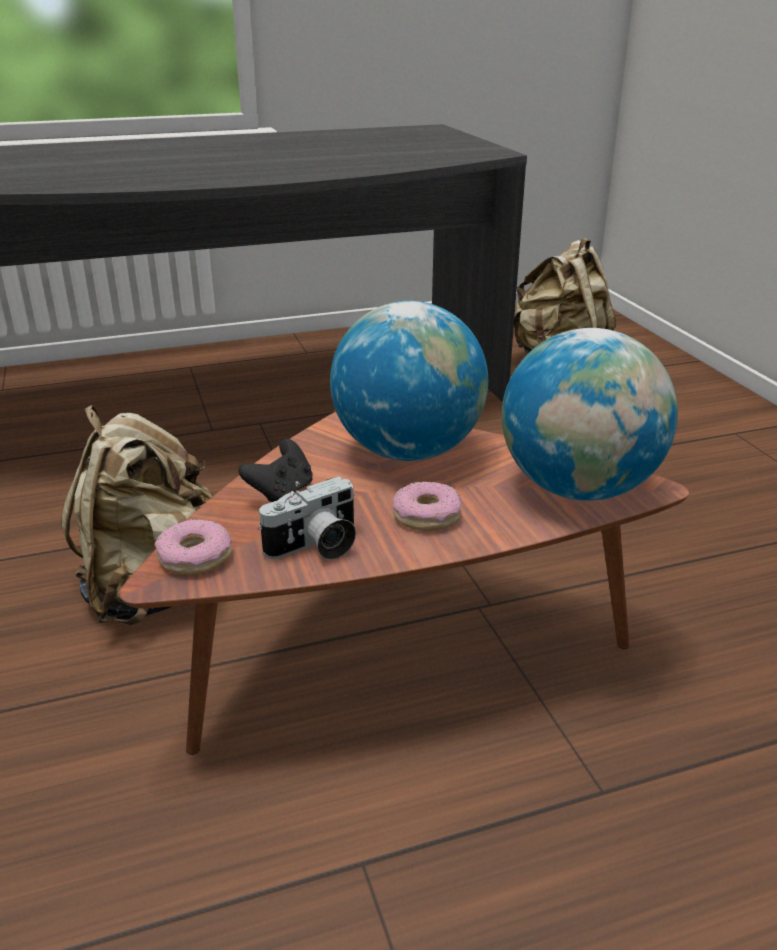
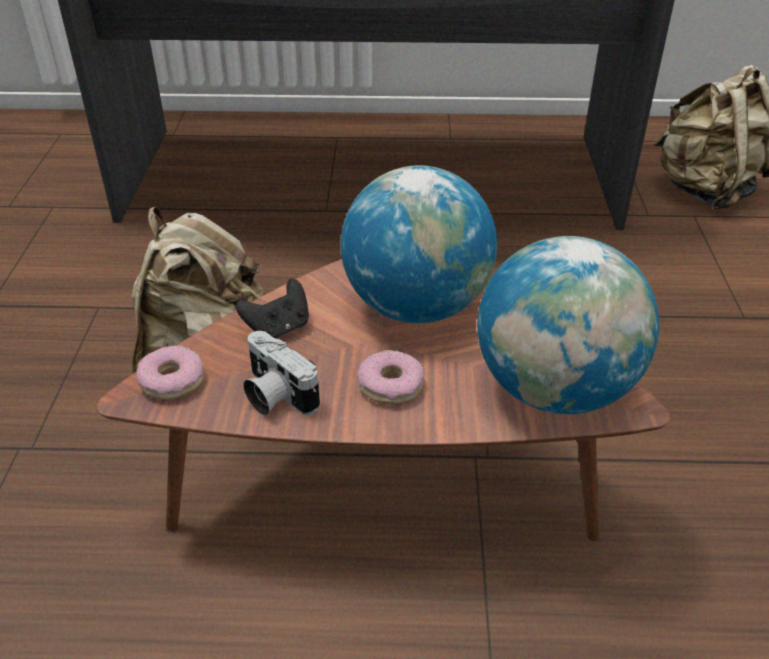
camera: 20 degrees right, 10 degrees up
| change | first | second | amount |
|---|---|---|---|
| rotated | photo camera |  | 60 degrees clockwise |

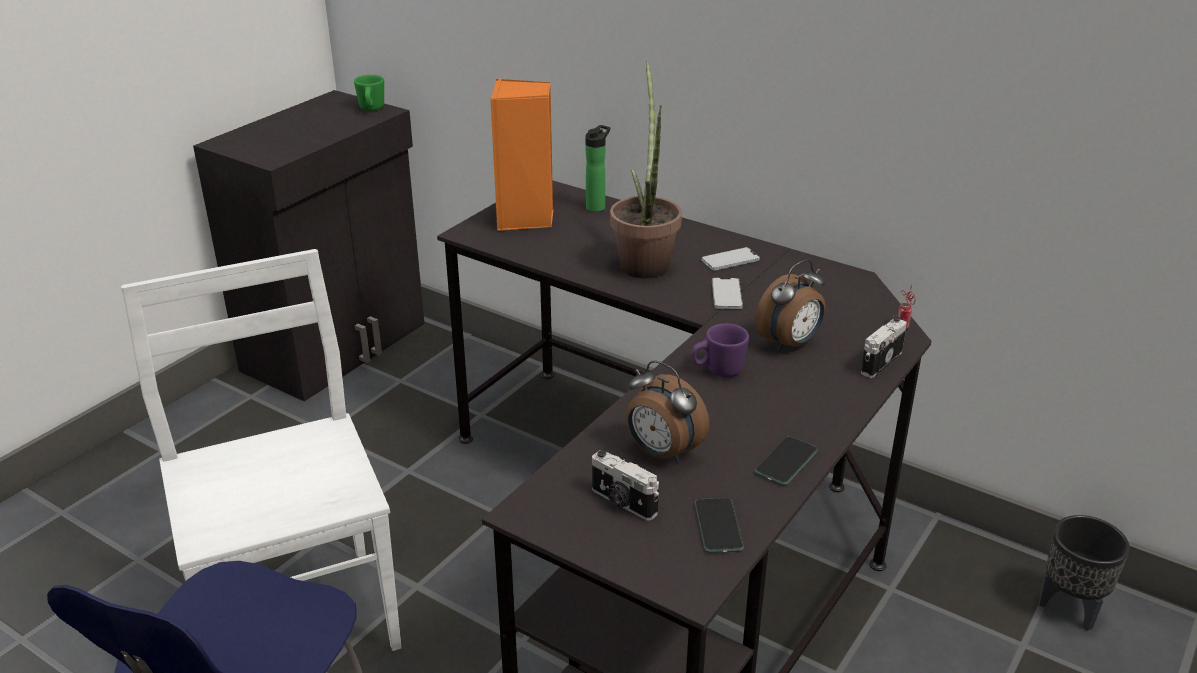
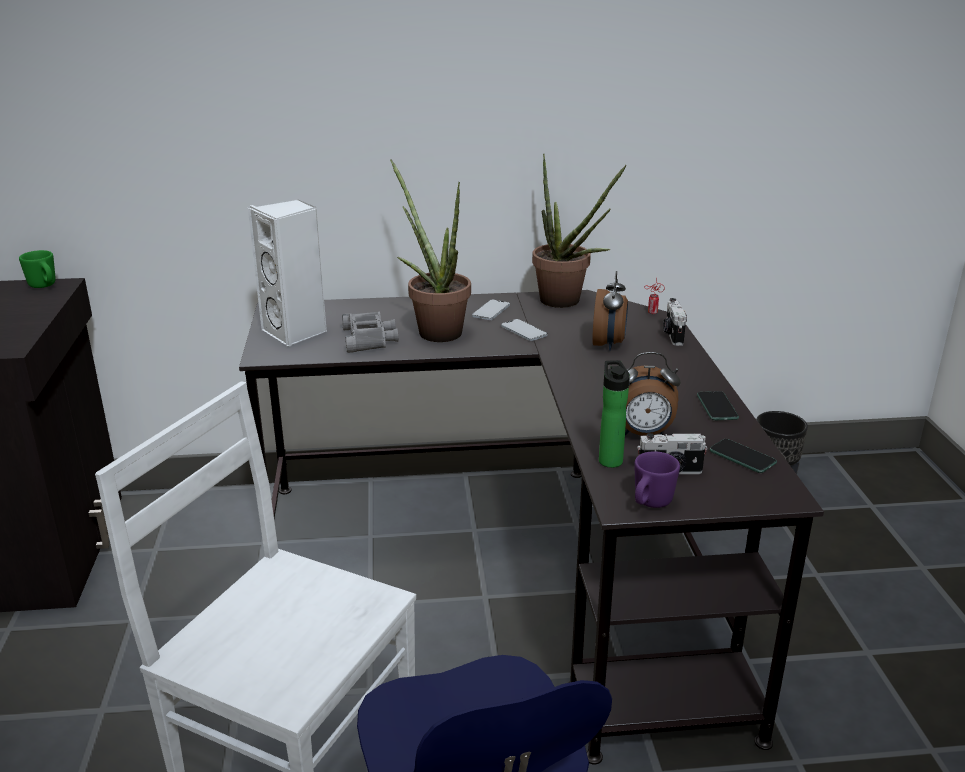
camera: 40 degrees left, 5 degrees down
| change | first | second | amount |
|---|---|---|---|
| repainted | speaker/orange | speaker/white |  |
| shifted | bottle |  |  |
| shifted | mug/purple |  |  |
| new |  | potted plant (no. 2 from left) |  |
| new |  | binoculars/grey |  |

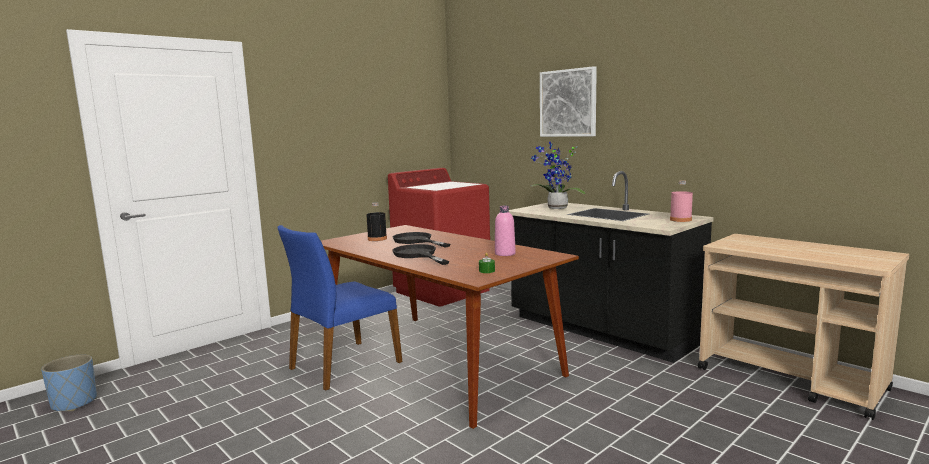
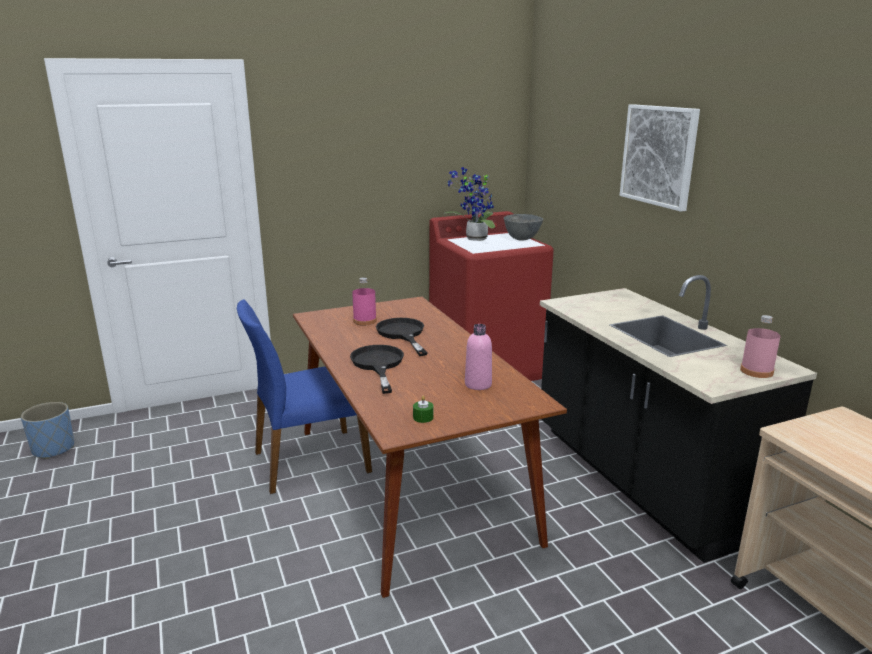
camera: 20 degrees right, 10 degrees up
| change | first | second | amount |
|---|---|---|---|
| shifted | potted plant |  |  |
| repainted | bottle/black | bottle/pink (no. 1 from left) |  |
| new |  | bowl/grey |  |

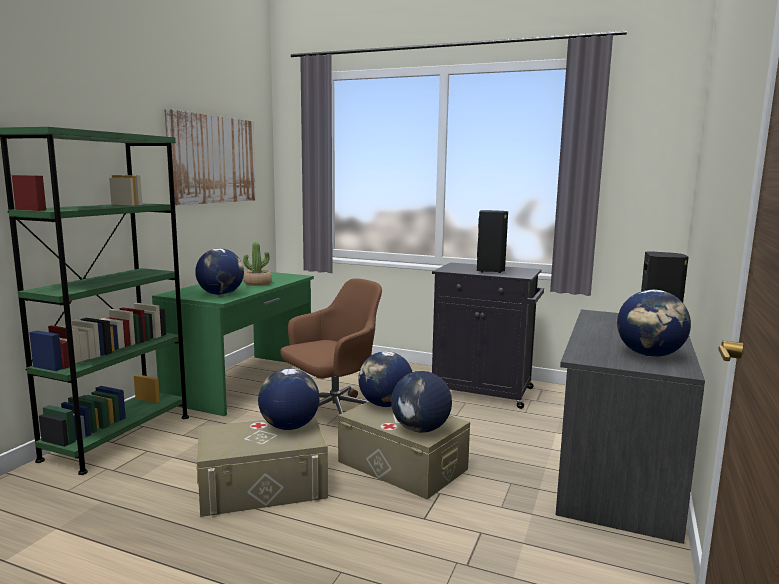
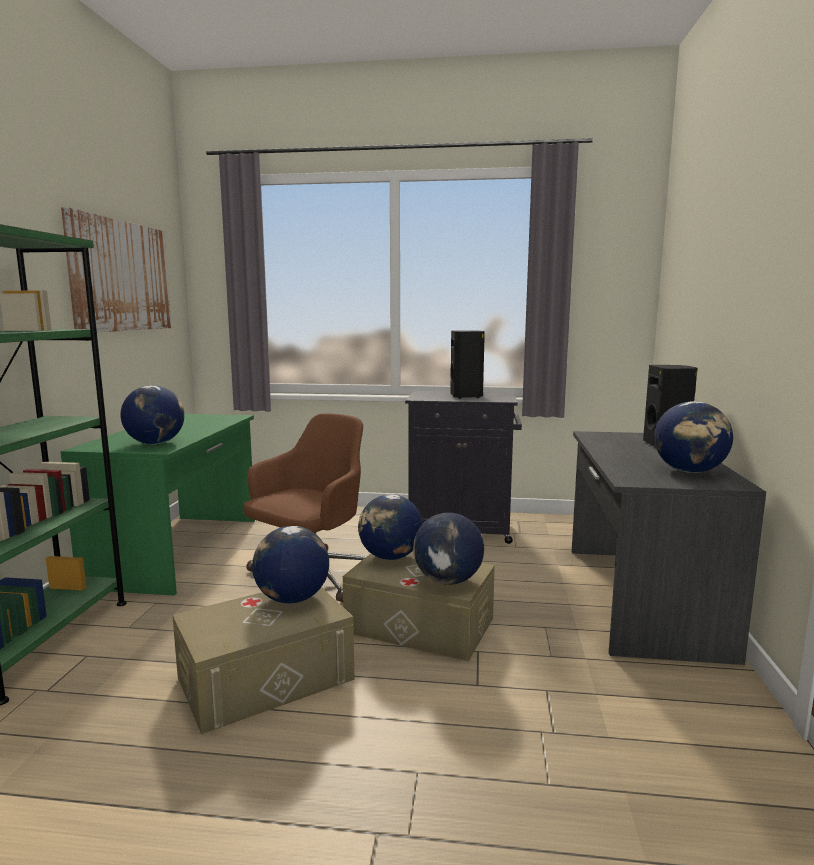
camera: 15 degrees left, 0 degrees up
| change | first | second | amount |
|---|---|---|---|
| gone | potted plant |  |  |

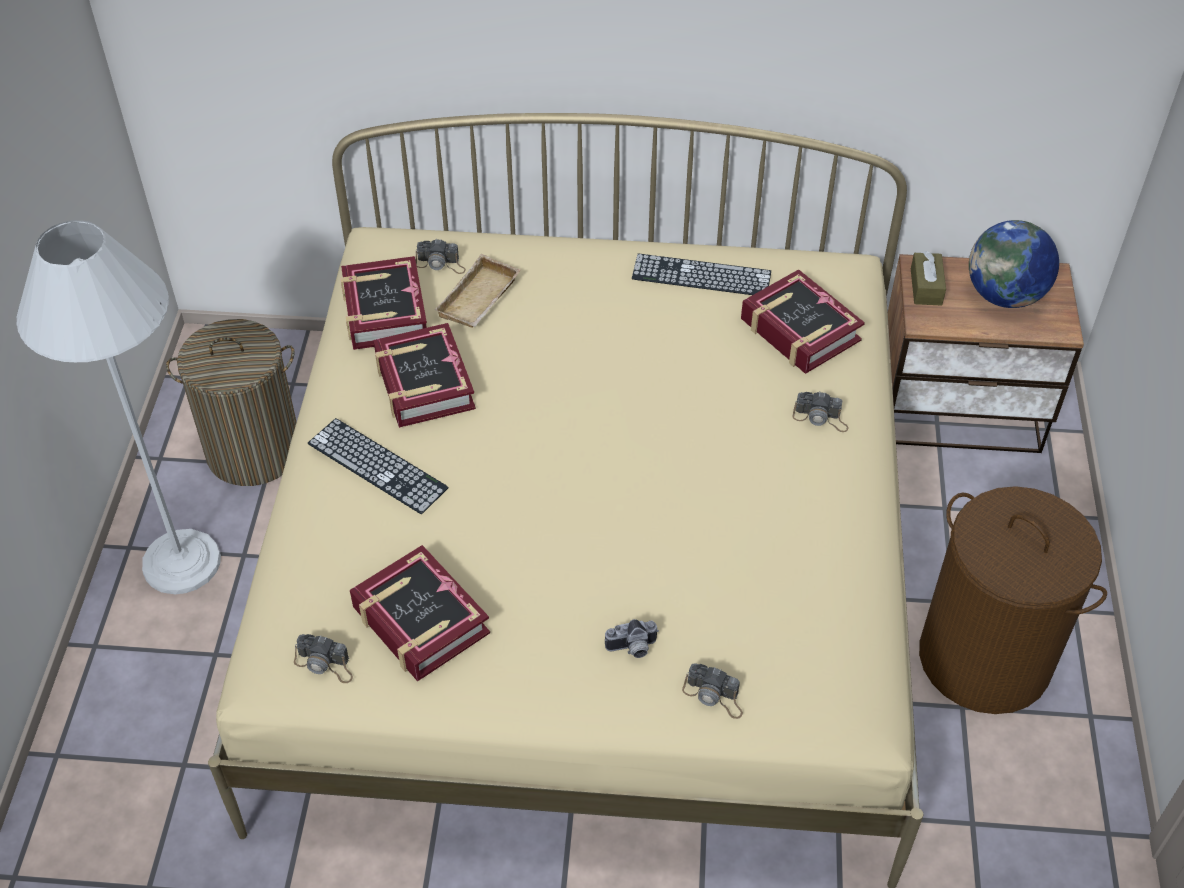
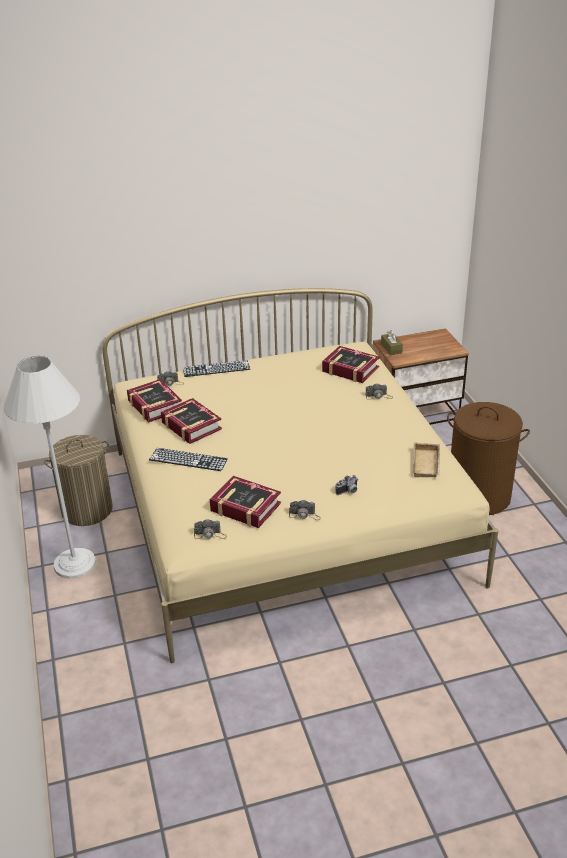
camera: 20 degrees left, 15 degrees down
| change | first | second | amount |
|---|---|---|---|
| gone | globe |  |  |
| shifted | tray/beige |  |  |
| shifted | keyboard (no. 2 from left) |  |  |
| shifted | photo camera (no. 4 from left in the first image) | photo camera (no. 3 from left) |  |

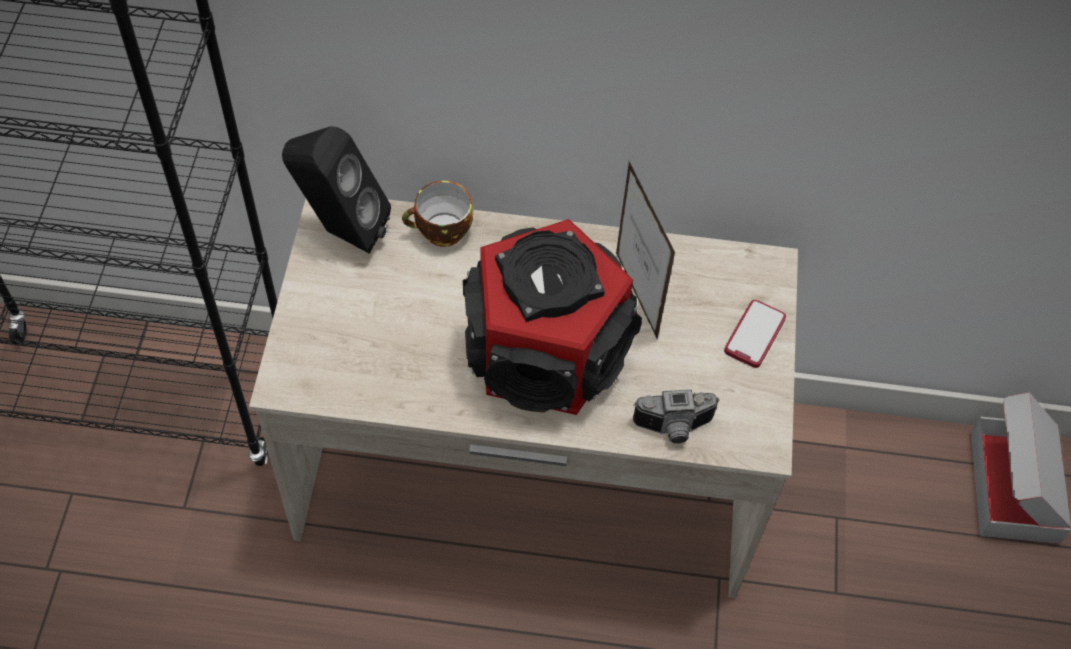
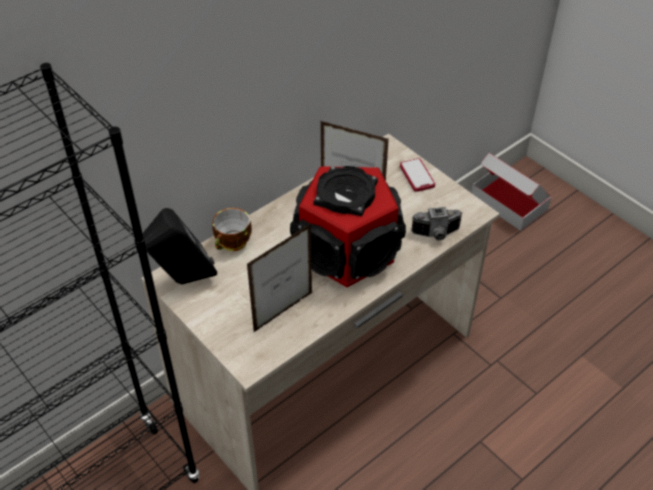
camera: 45 degrees left, 10 degrees down
| change | first | second | amount |
|---|---|---|---|
| rotated | photo camera |  | 45 degrees clockwise |
| new |  | picture frame (no. 1 from left) |  |

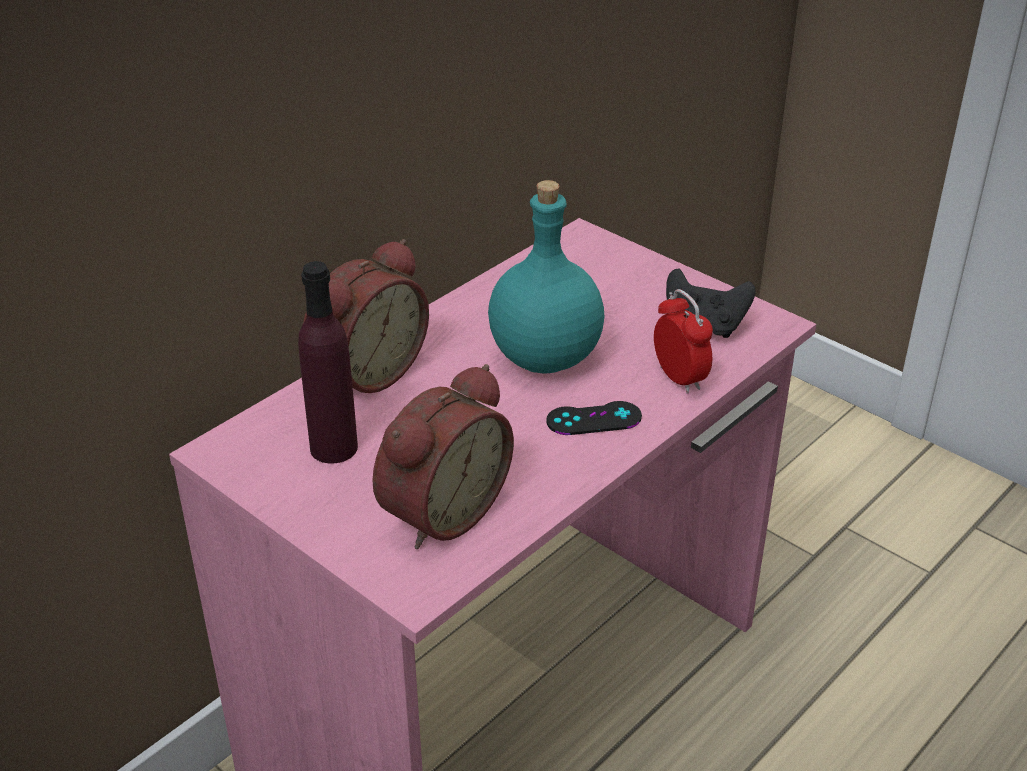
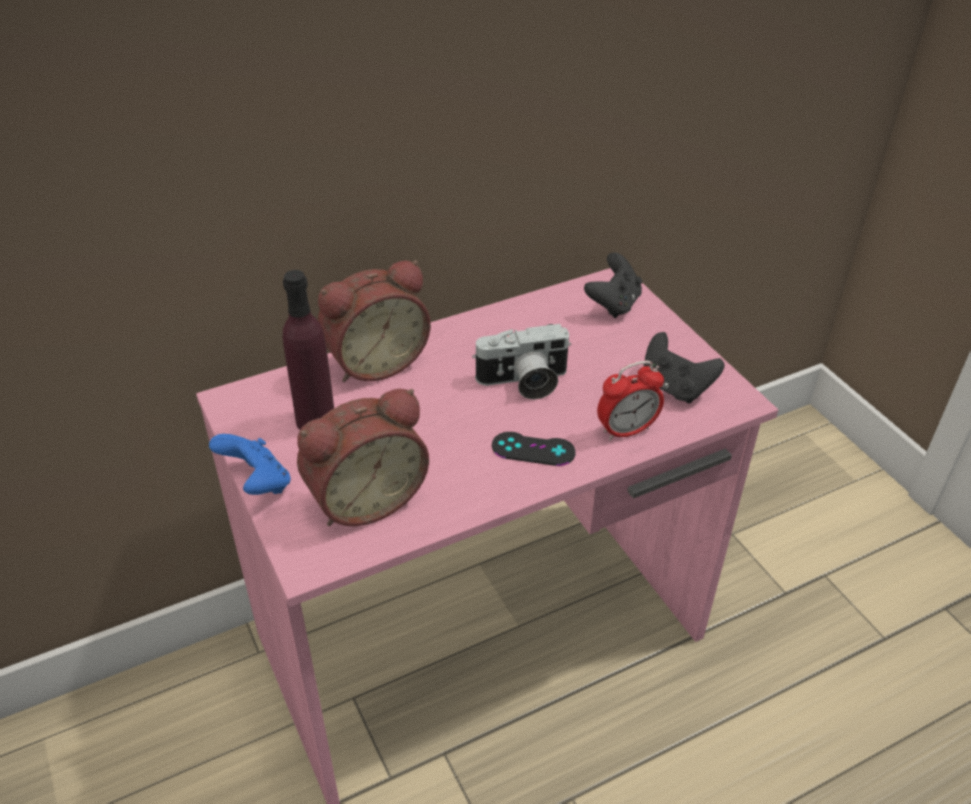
camera: 20 degrees right, 5 degrees up
| change | first | second | amount |
|---|---|---|---|
| swapped | bottle/turquoise | photo camera |  |
| rotated | alarm clock (no. 3 from left) |  | 75 degrees clockwise |
| new |  | game controller/black (no. 2 from left) |  |
| new |  | game controller/blue |  |

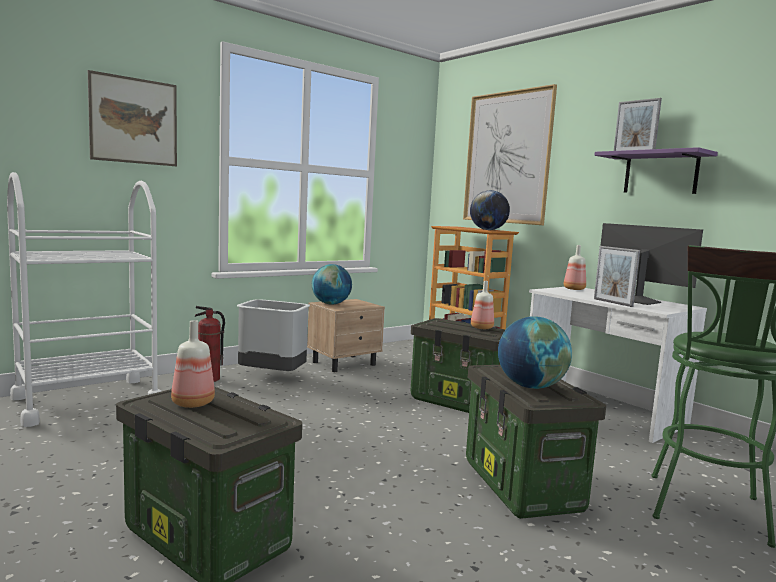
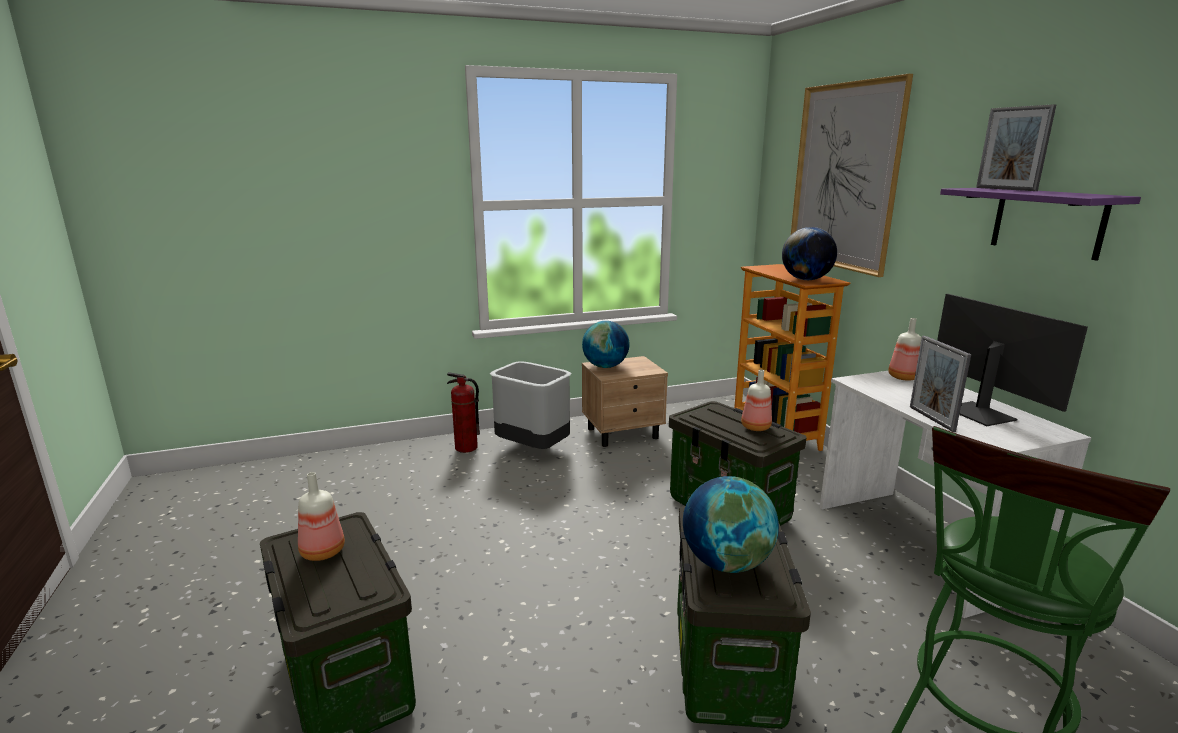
camera: 20 degrees right, 10 degrees up
| change | first | second | amount |
|---|---|---|---|
| gone | picture (no. 1 from left) |  |  |
| gone | cart/white |  |  |

